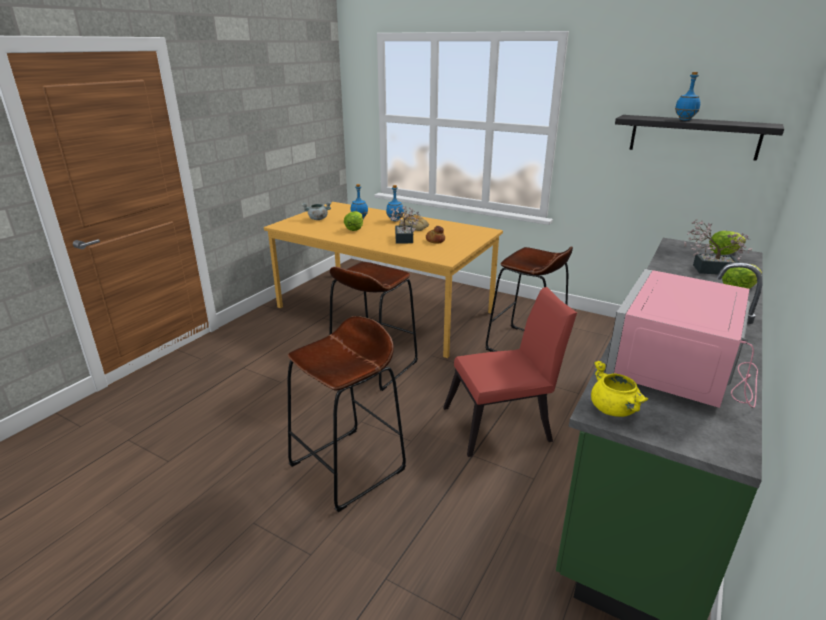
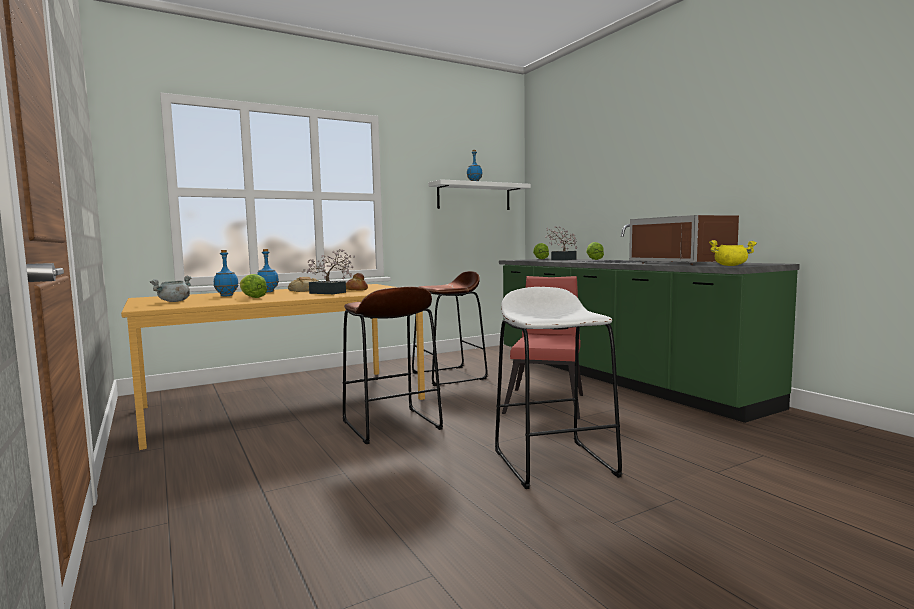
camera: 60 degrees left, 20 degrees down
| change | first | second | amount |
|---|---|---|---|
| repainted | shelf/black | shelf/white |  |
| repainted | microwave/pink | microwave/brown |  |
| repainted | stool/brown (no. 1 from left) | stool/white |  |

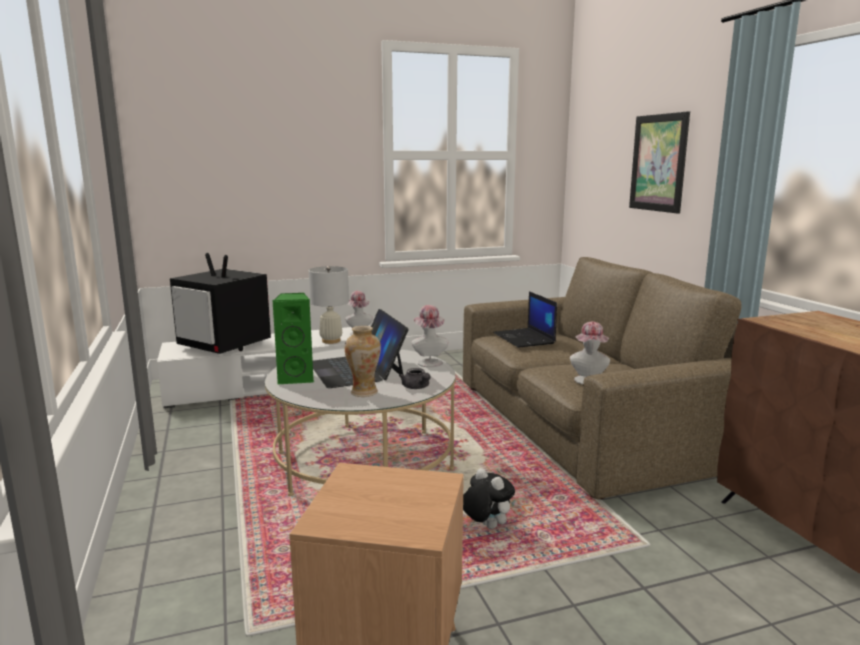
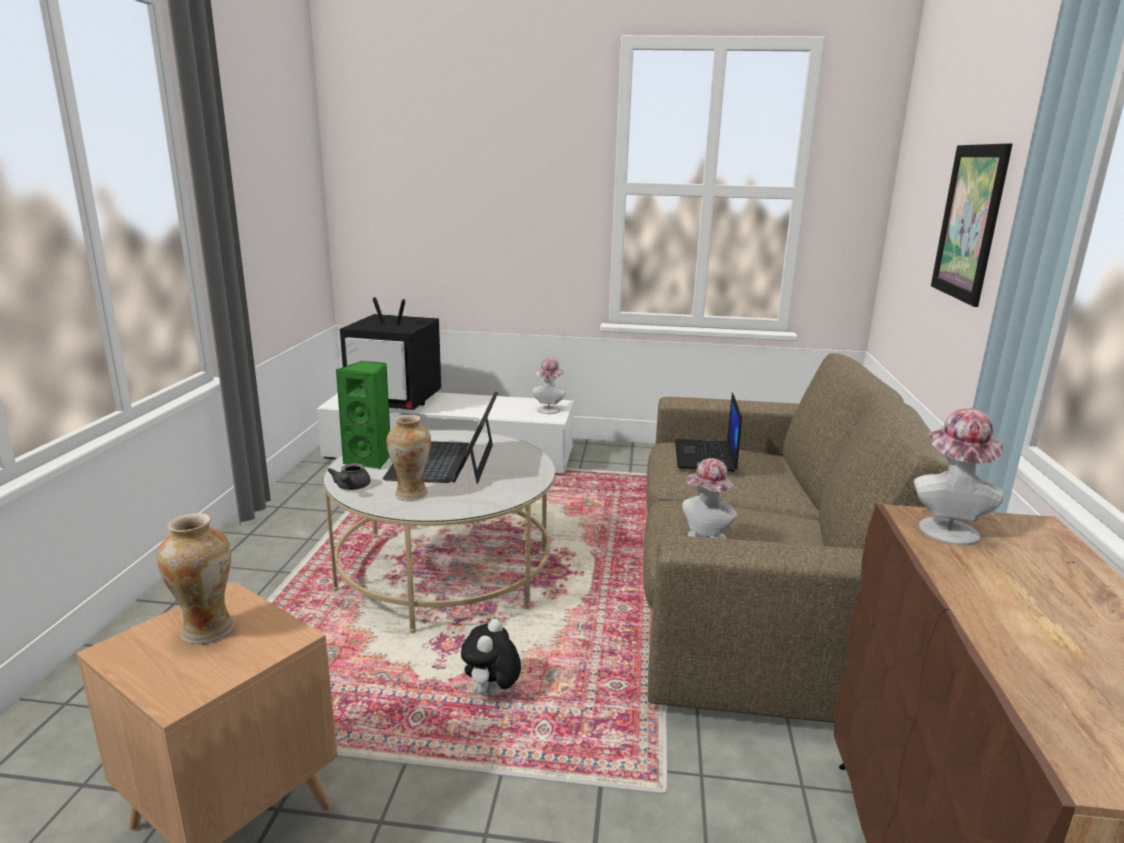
camera: 25 degrees right, 5 degrees up
| change | first | second | amount |
|---|---|---|---|
| rotated | television |  | 45 degrees counterclockwise |
| gone | table lamp/white |  |  |
| shifted | hat (no. 2 from left in the first image) | hat (no. 3 from left) |  |
| shifted | teapot/grey |  |  |
| rotated | plush toy |  | 150 degrees counterclockwise |
| new |  | vase (no. 1 from left) |  |

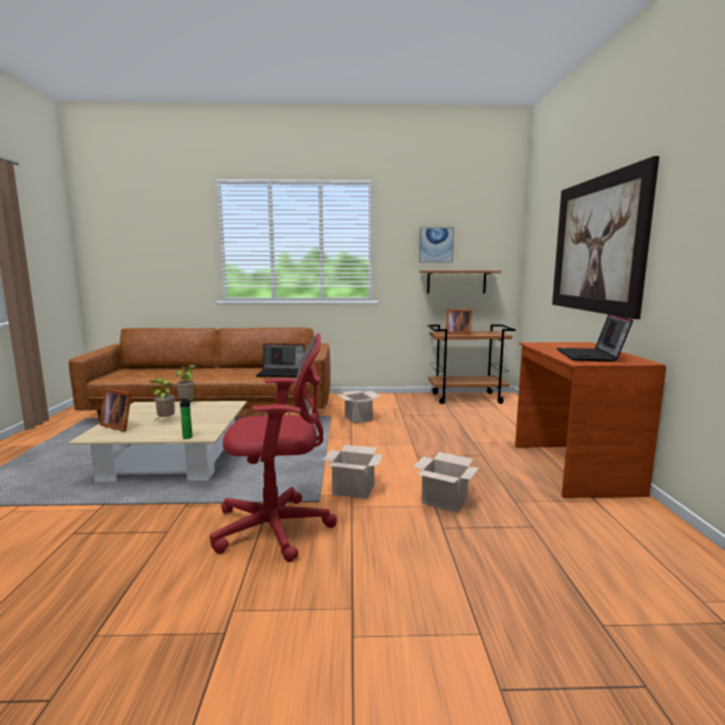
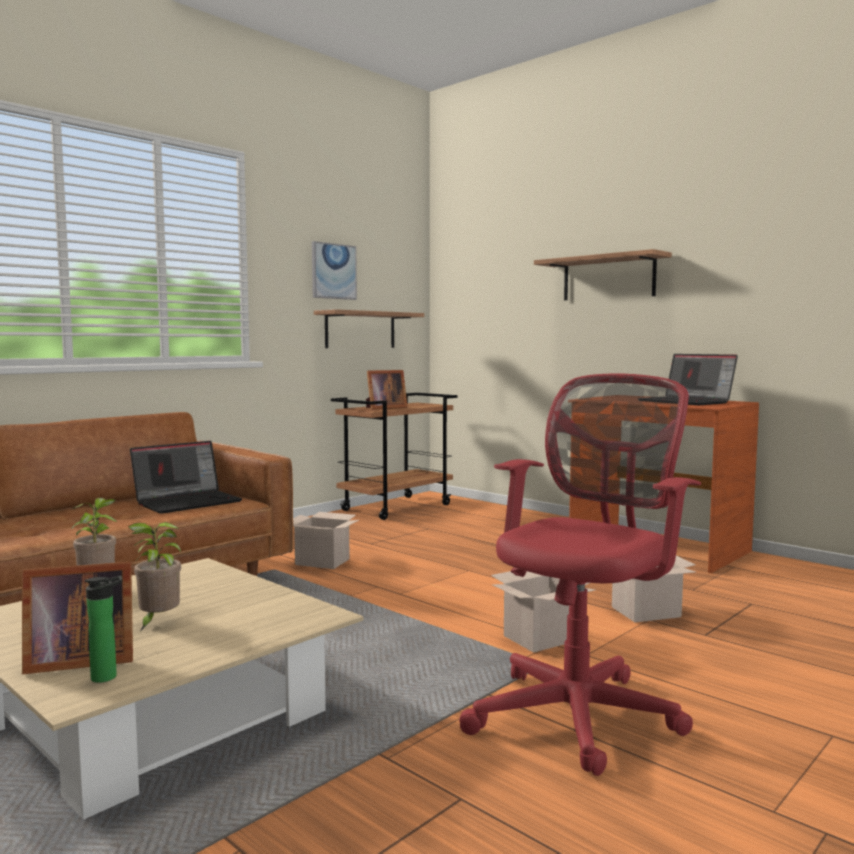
camera: 45 degrees left, 5 degrees down
| change | first | second | amount |
|---|---|---|---|
| swapped | picture (no. 2 from left) | shelf (no. 2 from left) |  |
| shifted | bottle |  |  |

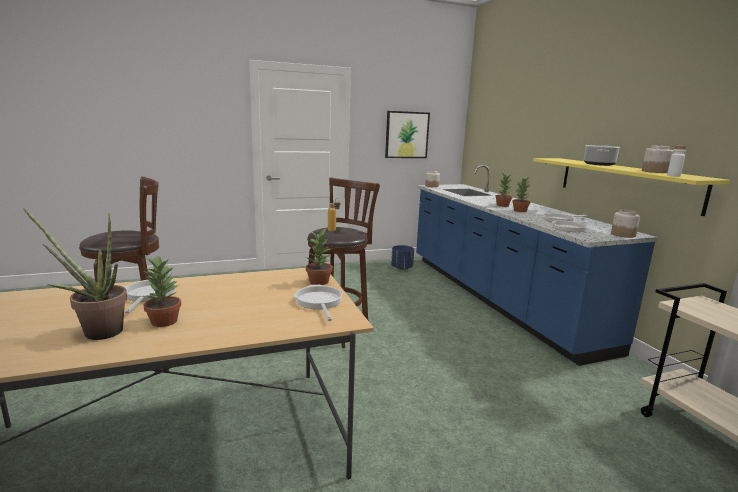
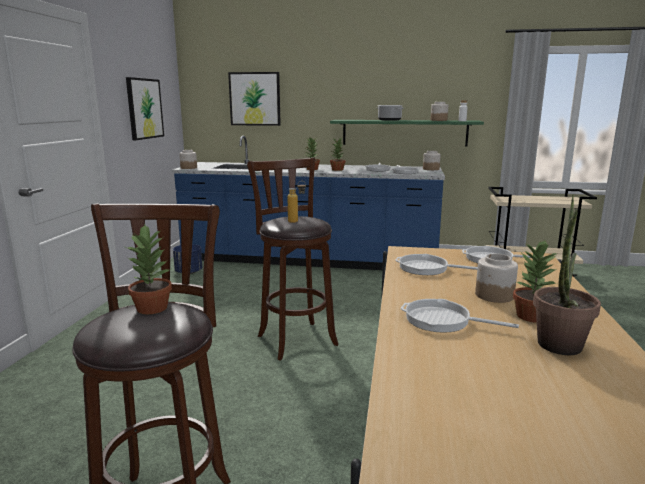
camera: 60 degrees left, 0 degrees up
| change | first | second | amount |
|---|---|---|---|
| repainted | shelf/yellow | shelf/green |  |
| shifted | potted plant (no. 3 from left in the first image) | potted plant (no. 1 from left) |  |
| new |  | picture (no. 2 from left) |  |
| new |  | frying pan (no. 3 from left) |  |
| new |  | jar (no. 4 from left) |  |

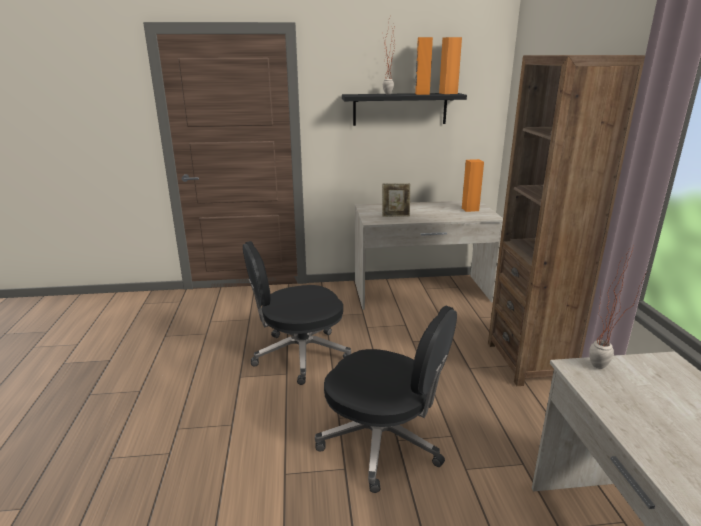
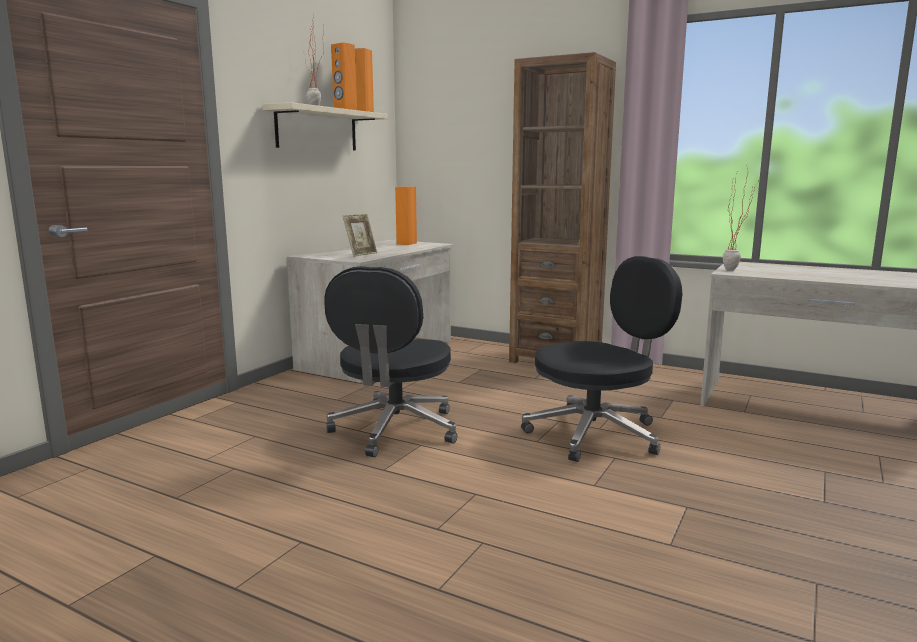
camera: 55 degrees left, 10 degrees down
| change | first | second | amount |
|---|---|---|---|
| repainted | shelf/black | shelf/beige |  |

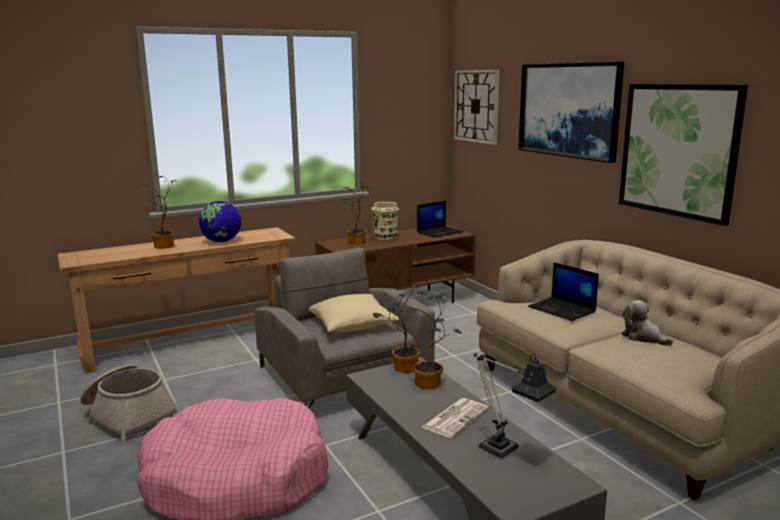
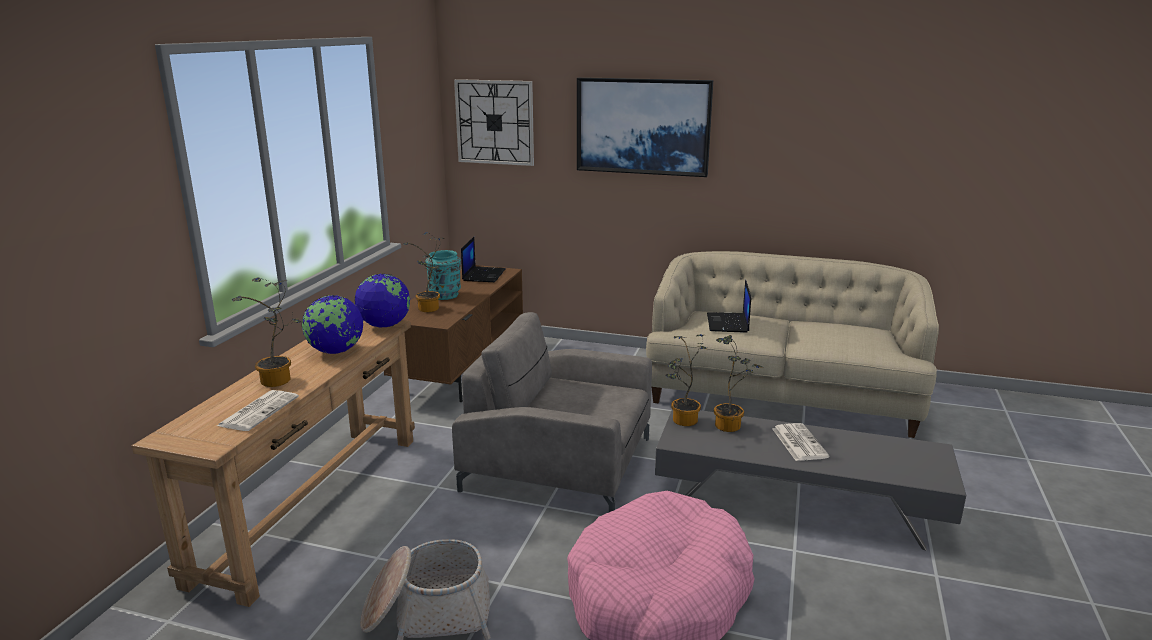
camera: 45 degrees left, 5 degrees up
| change | first | second | amount |
|---|---|---|---|
| gone | picture (no. 2 from left) |  |  |
| repainted | vase/beige | vase/turquoise |  |
| rotated | laptop (no. 2 from left) |  | 90 degrees clockwise |
| gone | pillow/beige |  |  |
| gone | plush toy |  |  |
| gone | table lamp |  |  |
| new |  | globe (no. 2 from left) |  |
| new |  | newspaper (no. 1 from left) |  |

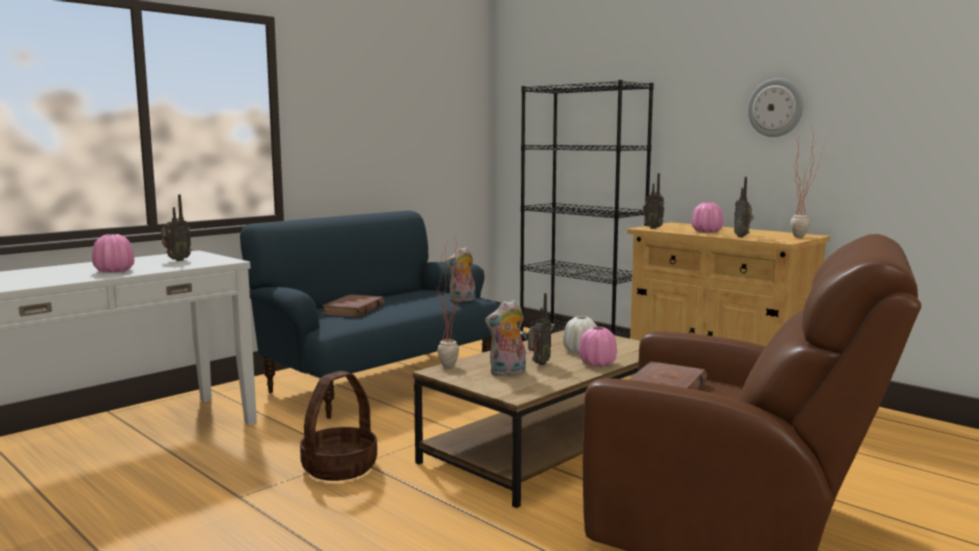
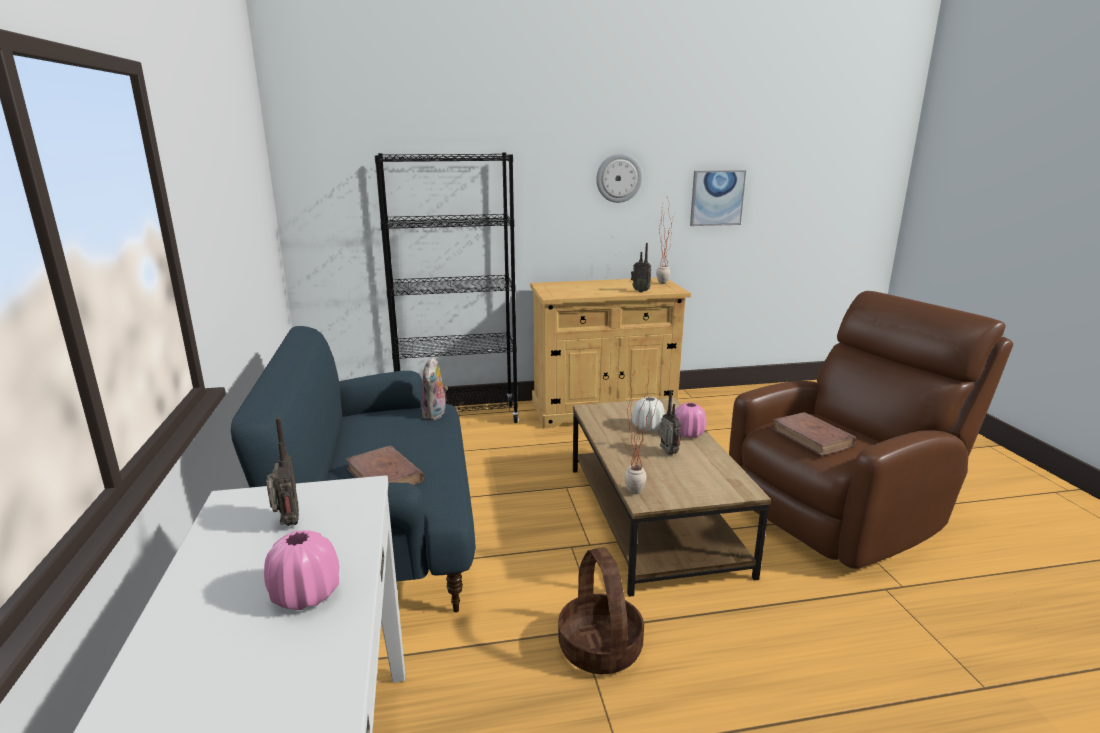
camera: 55 degrees left, 10 degrees up
| change | first | second | amount |
|---|---|---|---|
| gone | radio (no. 3 from left) |  |  |
| gone | vase/pink (no. 3 from left) |  |  |
| gone | plush toy (no. 2 from left) |  |  |
| new |  | picture |  |

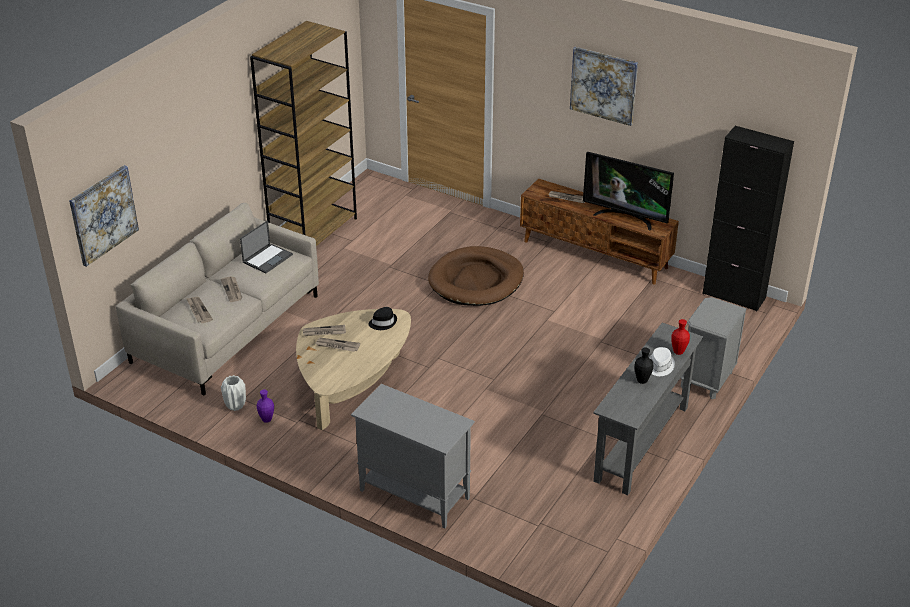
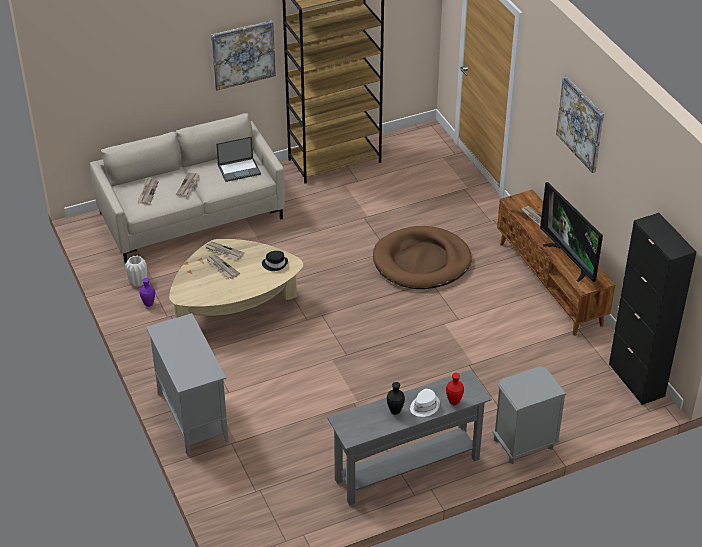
camera: 35 degrees right, 5 degrees up
| change | first | second | amount |
|---|---|---|---|
| shifted | picture (no. 1 from left) |  |  |

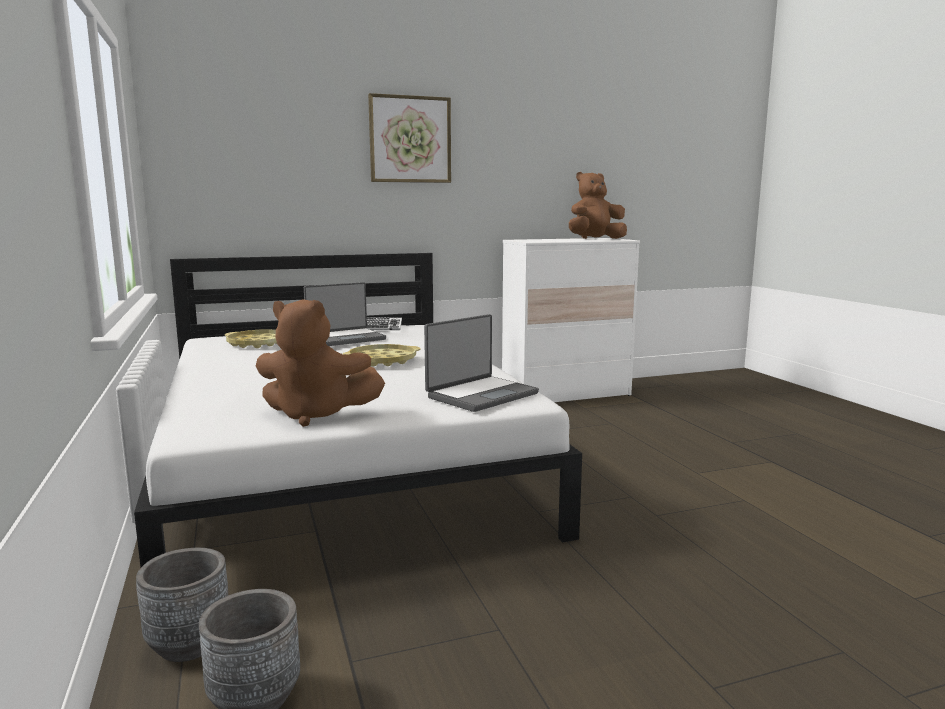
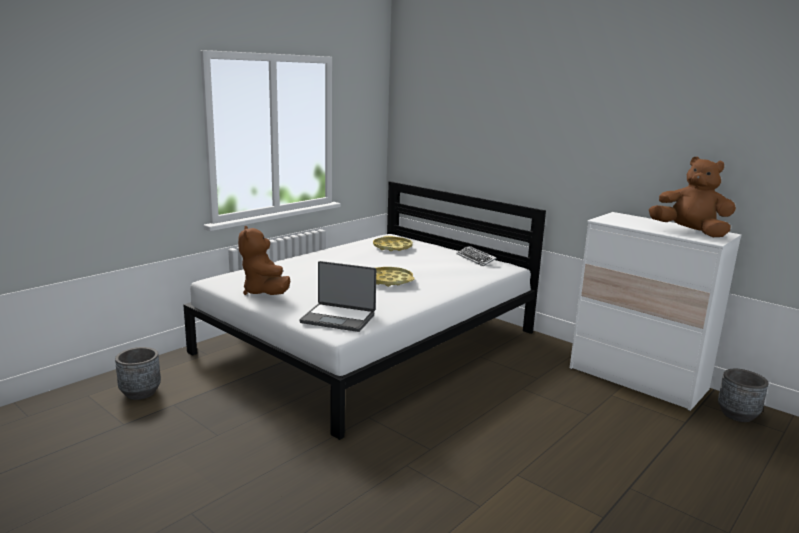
camera: 60 degrees right, 5 degrees up
| change | first | second | amount |
|---|---|---|---|
| gone | picture |  |  |
| gone | laptop (no. 1 from left) |  |  |
| shifted | planter/grey (no. 1 from left in the first image) | planter/grey (no. 2 from left) |  |

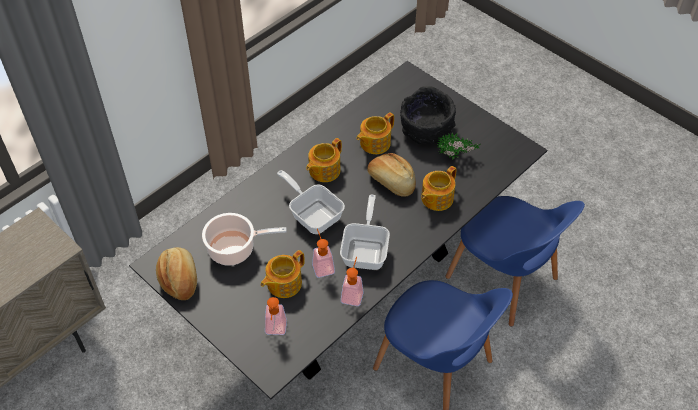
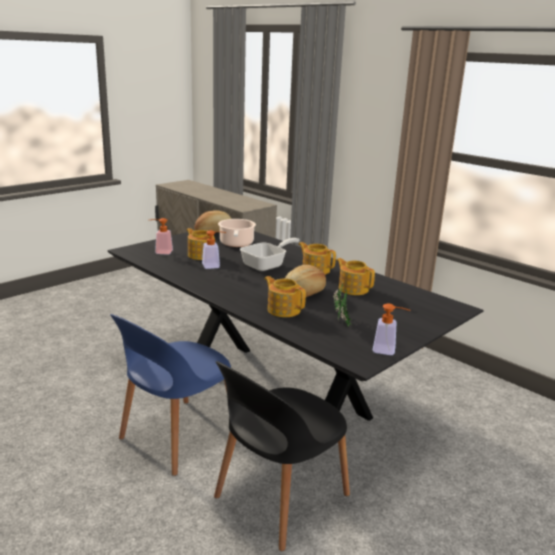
camera: 90 degrees right, 30 degrees down
| change | first | second | amount |
|---|---|---|---|
| gone | bowl/black |  |  |
| gone | frying pan (no. 2 from left) |  |  |
| repainted | chair/blue (no. 2 from left) | chair/black |  |
| shifted | soap dispenser (no. 3 from left) |  |  |

